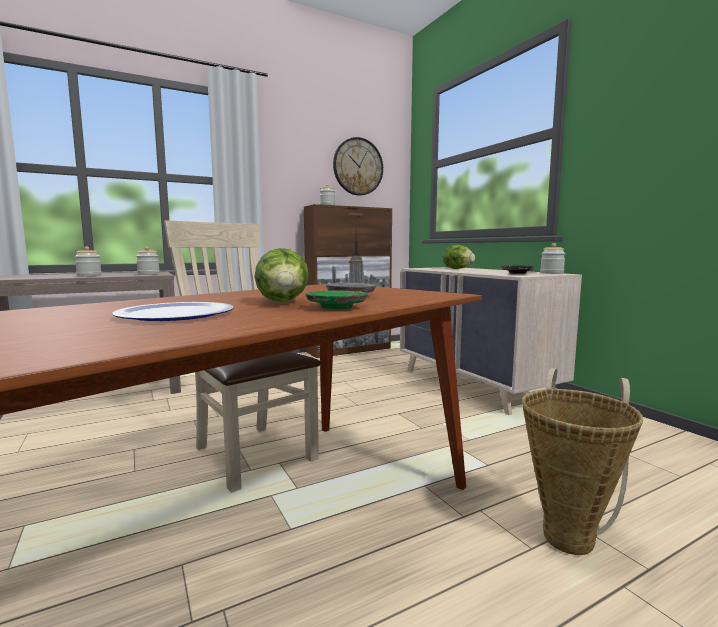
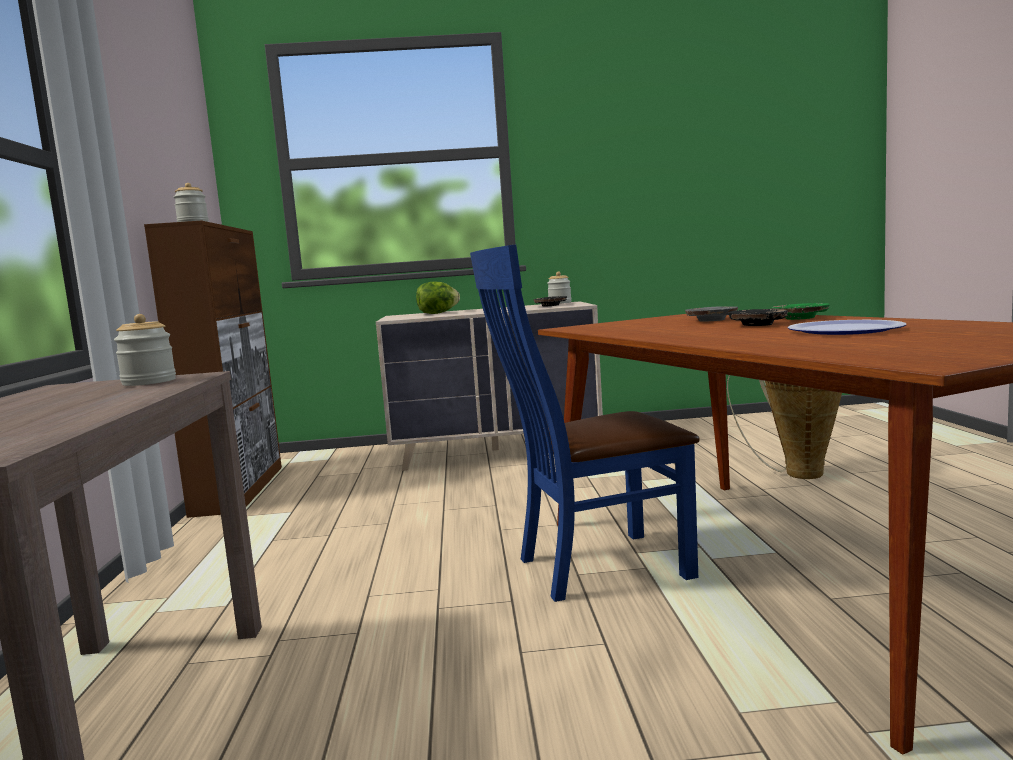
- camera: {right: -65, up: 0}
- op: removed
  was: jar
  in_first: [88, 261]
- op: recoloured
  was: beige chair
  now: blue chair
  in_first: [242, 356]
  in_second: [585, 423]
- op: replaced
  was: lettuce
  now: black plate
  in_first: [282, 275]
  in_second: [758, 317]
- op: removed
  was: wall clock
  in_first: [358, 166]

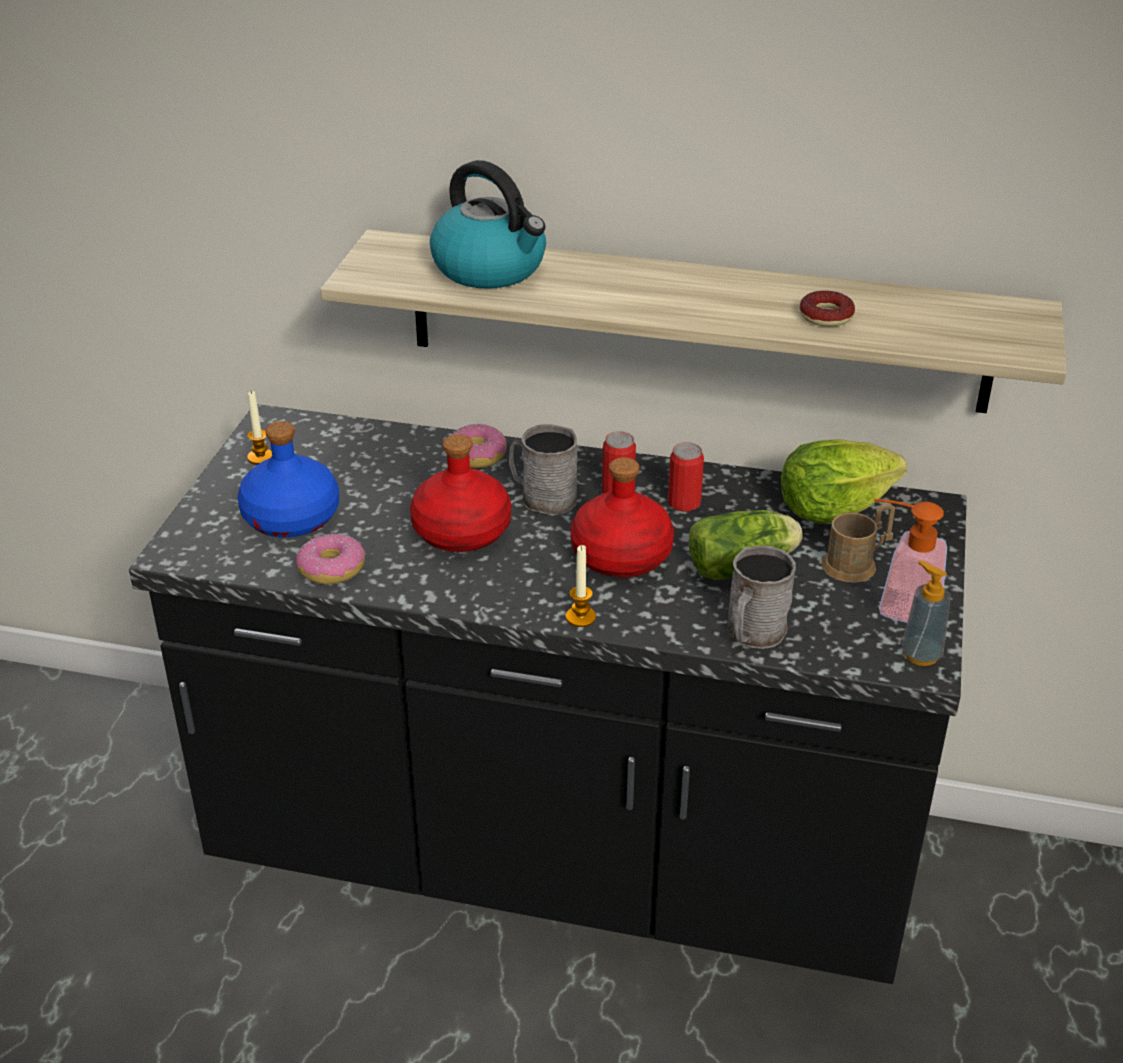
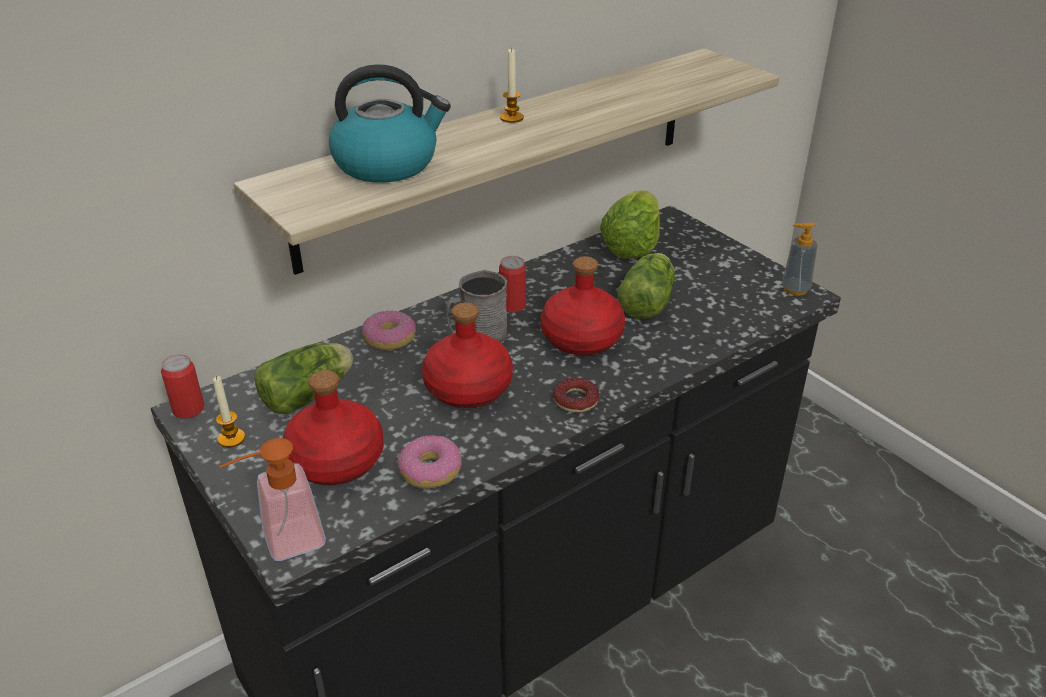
- camera: {right: -50, up: 0}
- op: recoloured
  was: blue bottle
  now: red bottle
  in_first: [288, 479]
  in_second: [333, 427]
- op: moved
  was: candle
  in_first: [581, 586]
  in_second: [512, 85]
- op: moved
  was: can
  in_first: [686, 476]
  in_second: [183, 386]
- op: removed
  was: grey mug
  in_first: [762, 597]
- op: moved
  was: donut
  in_first: [827, 308]
  in_second: [576, 395]
- op: removed
  was: brown mug
  in_first: [858, 543]
- op: moved
  was: soap dispenser
  in_first: [910, 561]
  in_second: [272, 499]
- op: added
  now: lettuce
  in_second: [303, 378]

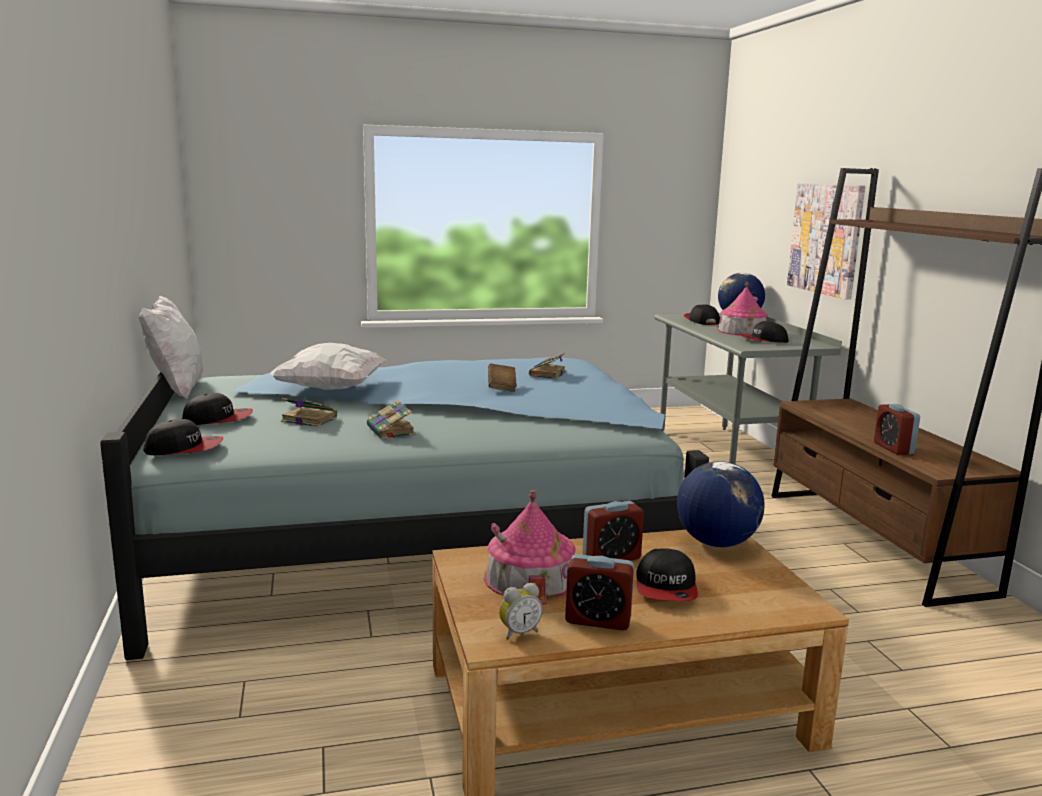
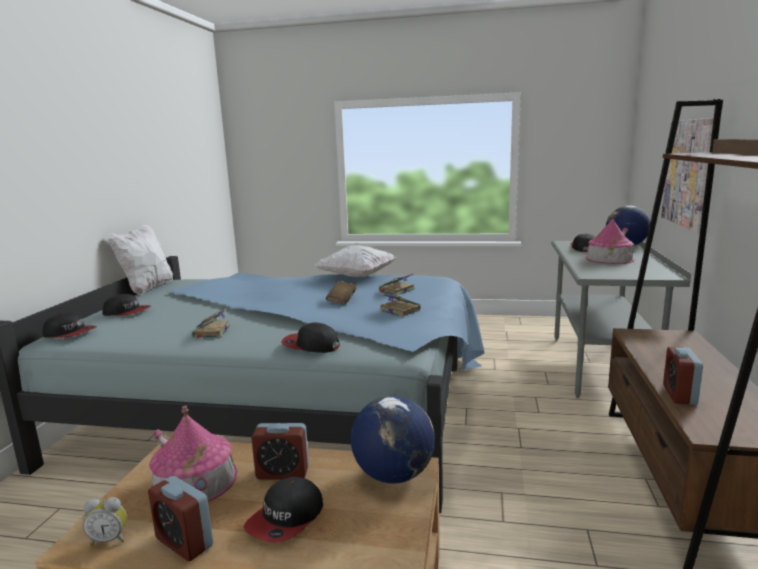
- camera: {right: 25, up: 0}
- op: moved
  was: white pillow
  in_first: [328, 366]
  in_second: [355, 261]
- op: moved
  was: book
  in_first: [309, 412]
  in_second: [400, 305]
- op: moved
  was: cap
  in_first: [764, 332]
  in_second: [310, 338]

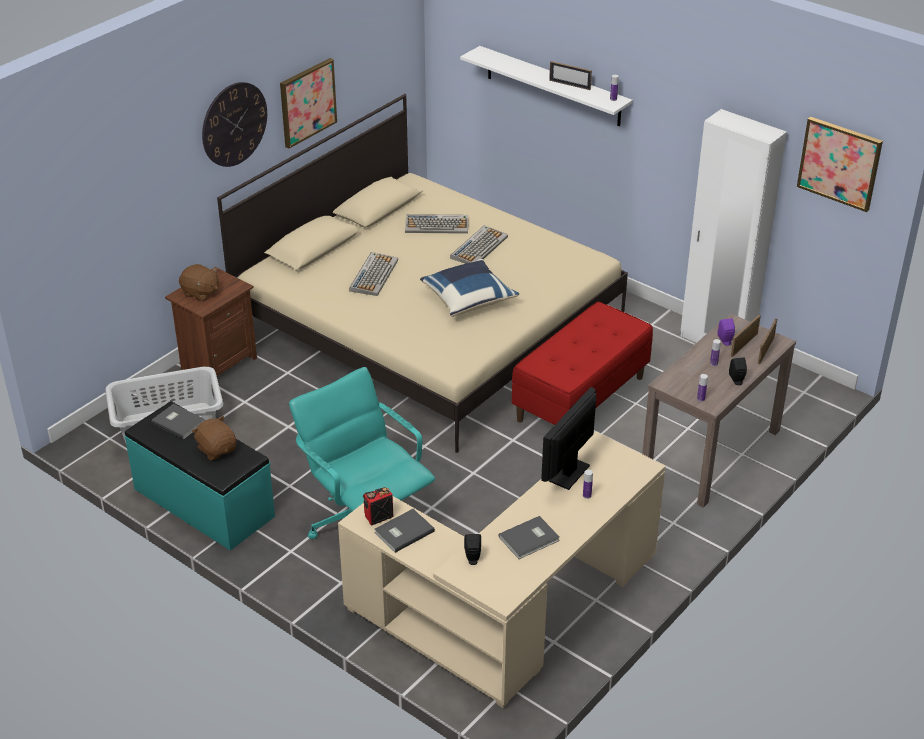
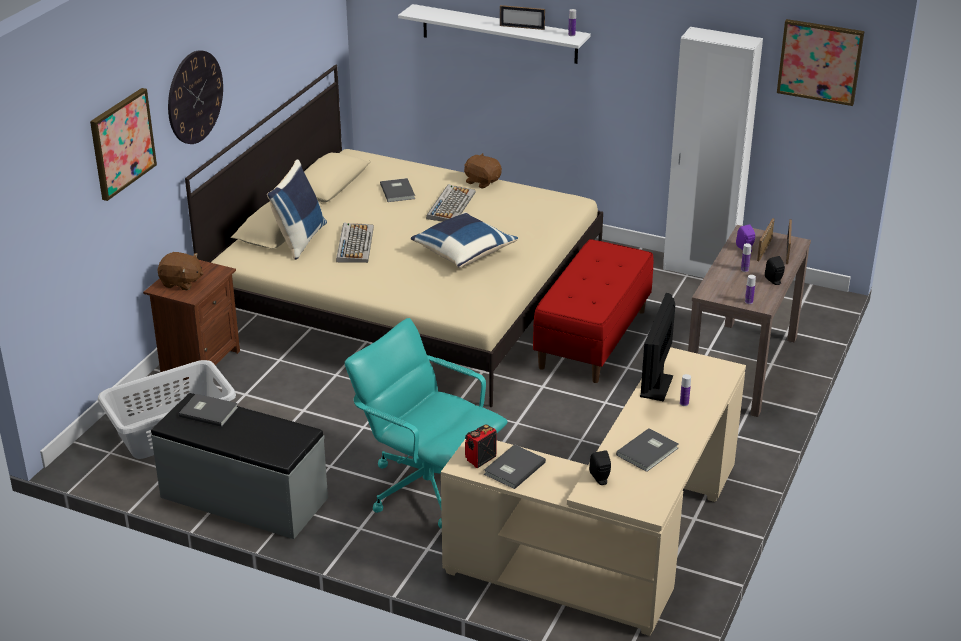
- camera: {right: -15, up: -5}
- op: recoloured
  was: turquoise bench
  now: grey bench
  in_first: [200, 476]
  in_second: [239, 466]
- op: moved
  was: brown plush toy
  in_first: [214, 438]
  in_second: [483, 171]
- op: moved
  was: picture
  in_first: [308, 103]
  in_second: [123, 144]
- op: replaced
  was: keyboard
  now: grey book
  in_first: [436, 224]
  in_second: [397, 190]
- op: added
  now: blue pillow
  in_second: [297, 209]

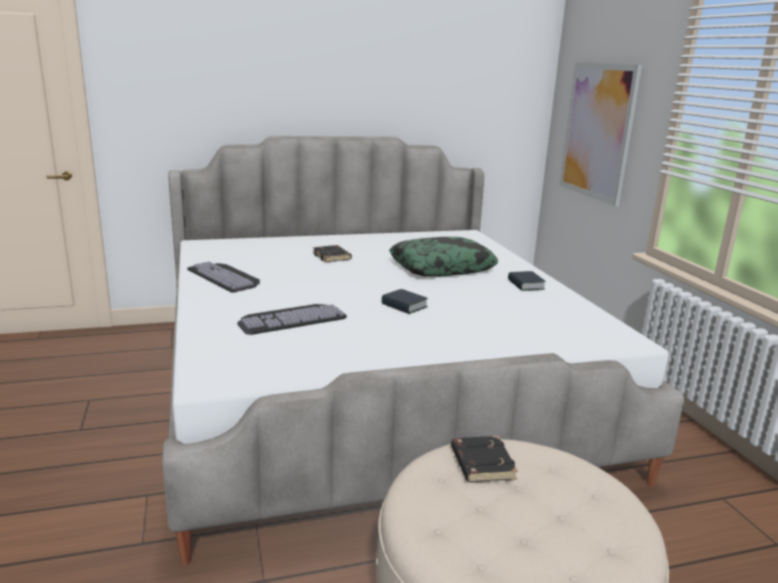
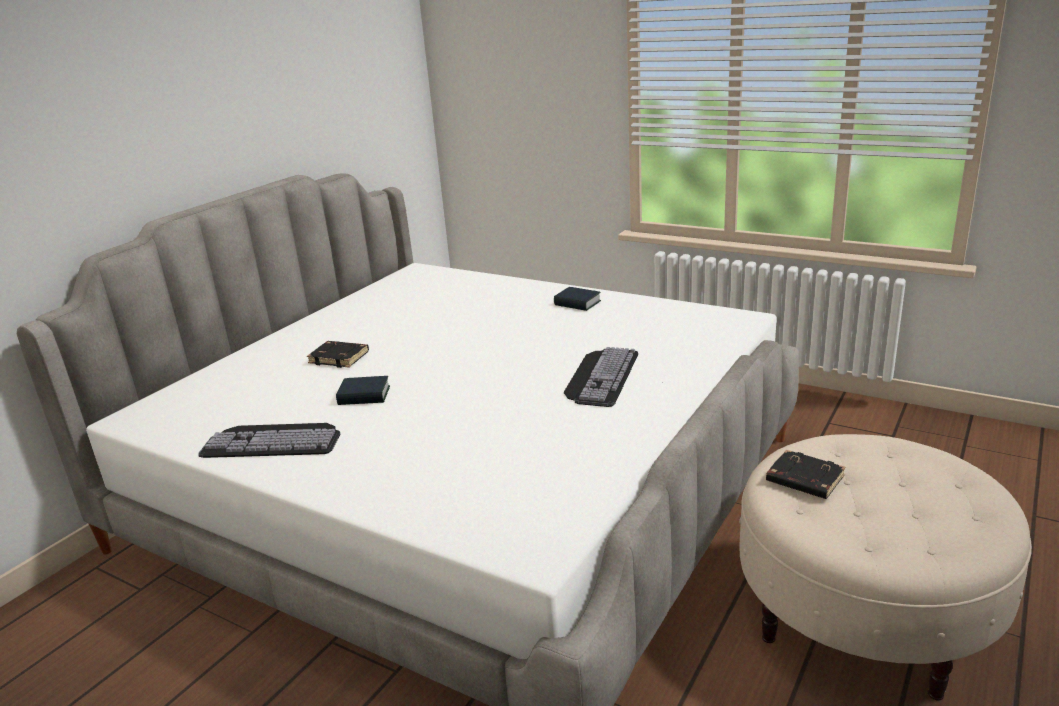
- camera: {right: -40, up: 5}
- op: moved
  was: keyboard
  in_first: [292, 319]
  in_second: [601, 377]
- op: moved
  was: book
  in_first: [405, 301]
  in_second: [363, 390]
- op: removed
  was: pillow
  in_first: [443, 257]
- op: removed
  was: picture
  in_first: [600, 134]

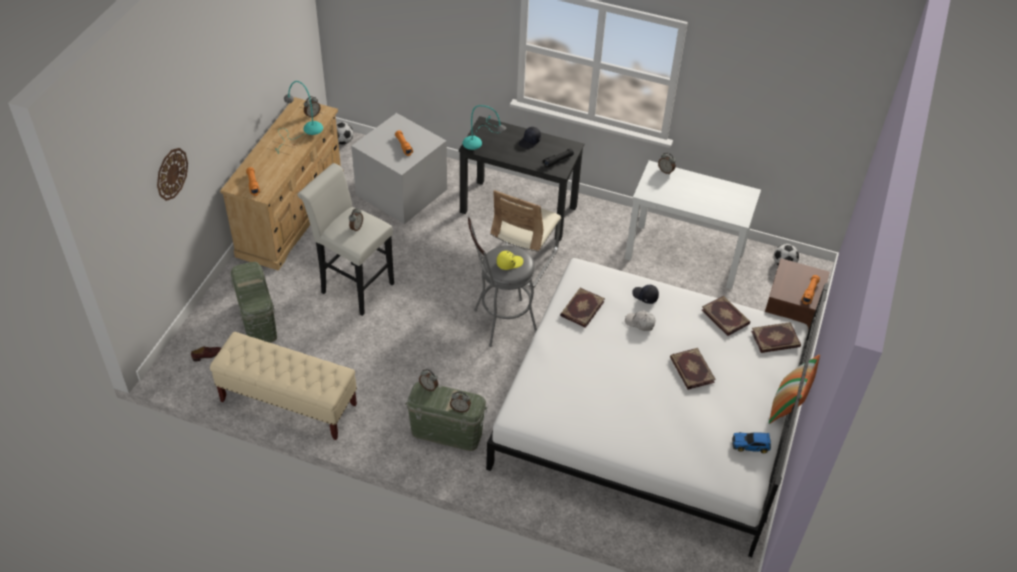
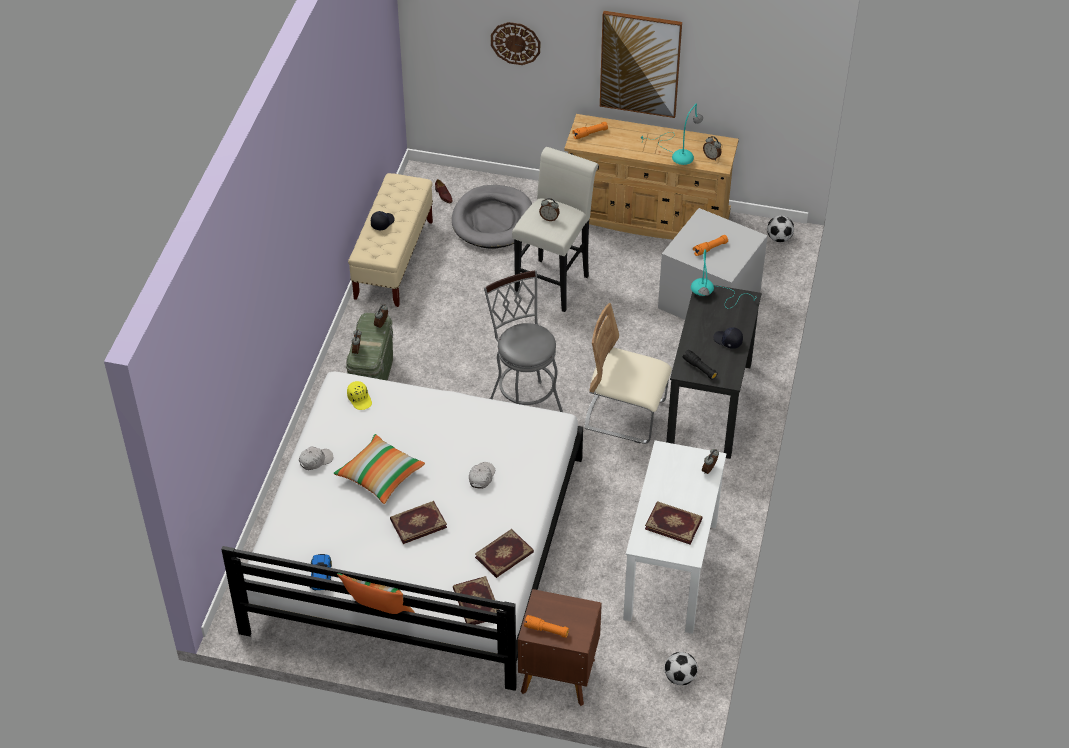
- camera: {right: 85, up: 0}
- op: replaced
  was: green storage box
  now: grey dog bed
  in_first: [254, 302]
  in_second: [492, 217]
- op: moved
  was: yellow cap
  in_first: [510, 260]
  in_second: [359, 395]
- op: moved
  was: book
  in_first: [582, 308]
  in_second: [674, 523]
- op: moved
  was: black cap
  in_first: [645, 294]
  in_second: [383, 221]
- op: added
  now: white cap
  in_second: [316, 458]
- op: added
  now: pillow
  in_second: [379, 469]
- op: added
  now: picture
  in_second: [641, 64]

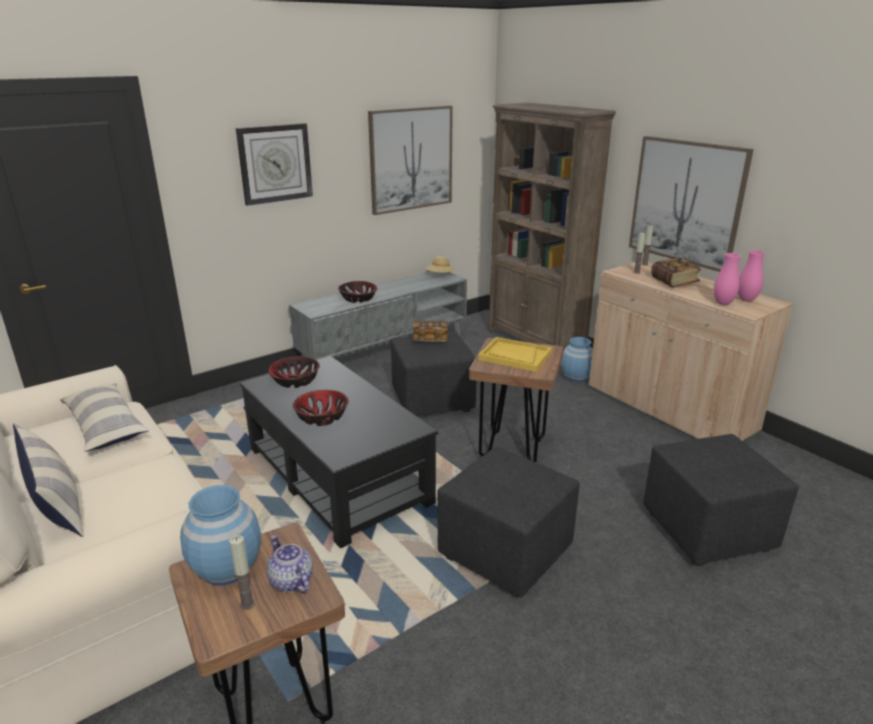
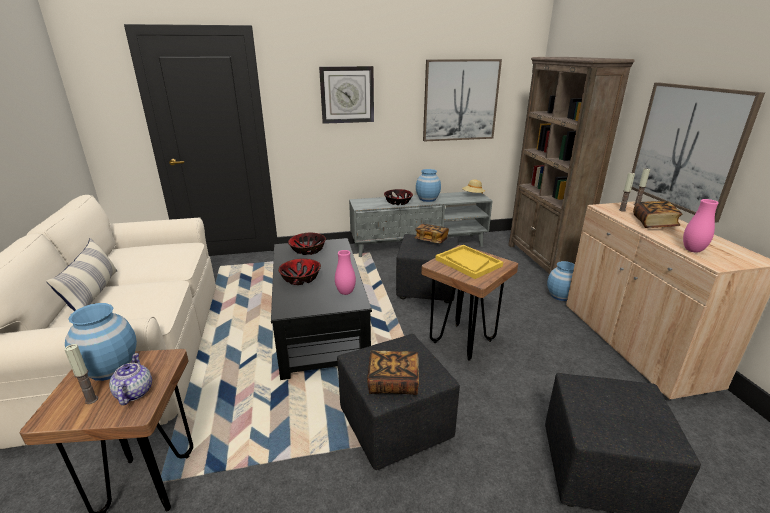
- camera: {right: 25, up: 0}
- op: removed
  was: pillow
  in_first: [104, 417]
- op: moved
  was: pink vase
  in_first: [751, 276]
  in_second: [345, 272]
- op: added
  now: book
  in_second: [393, 373]
- op: added
  now: blue vase
  in_second: [428, 185]

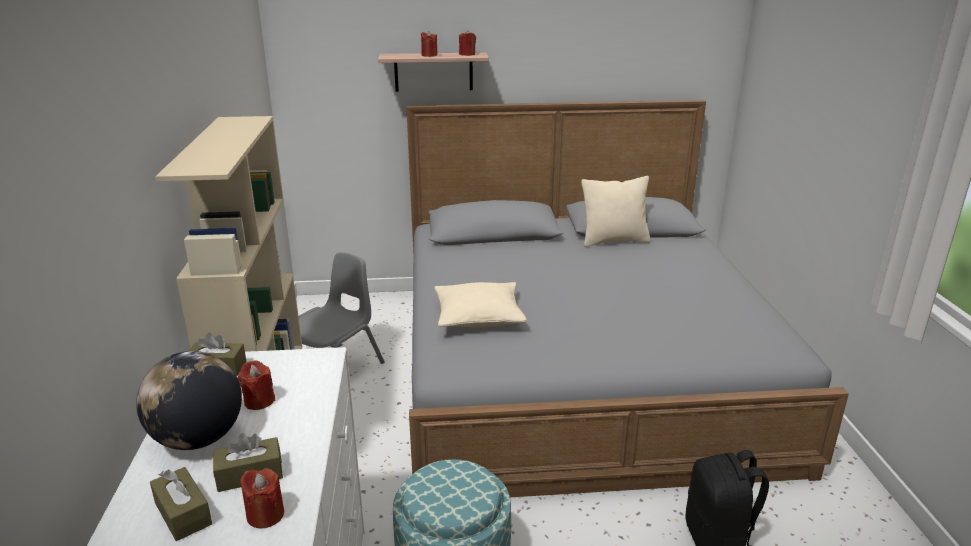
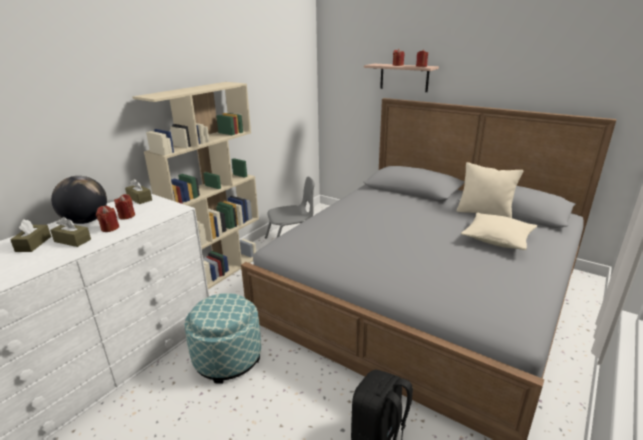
- camera: {right: 40, up: 0}
- op: moved
  was: red candle
  in_first: [262, 498]
  in_second: [107, 219]
- op: moved
  was: beige pillow
  in_first: [480, 304]
  in_second: [499, 231]

